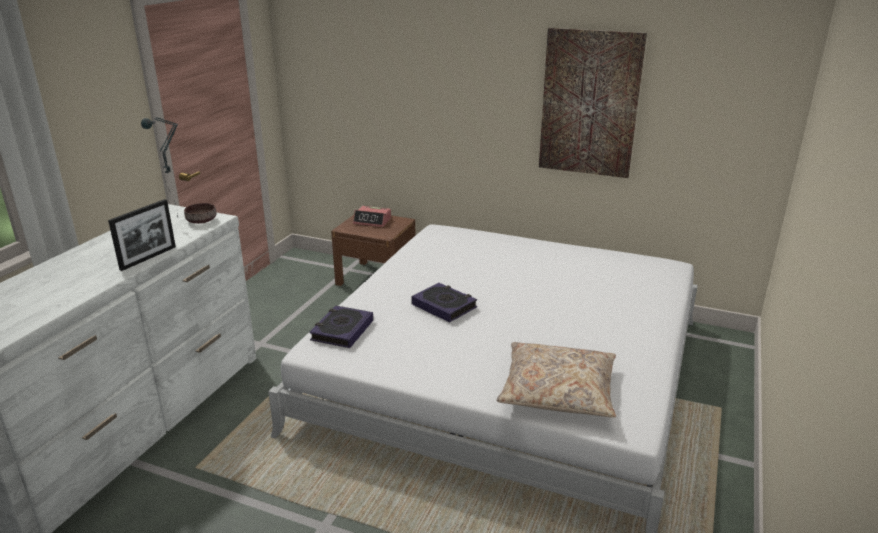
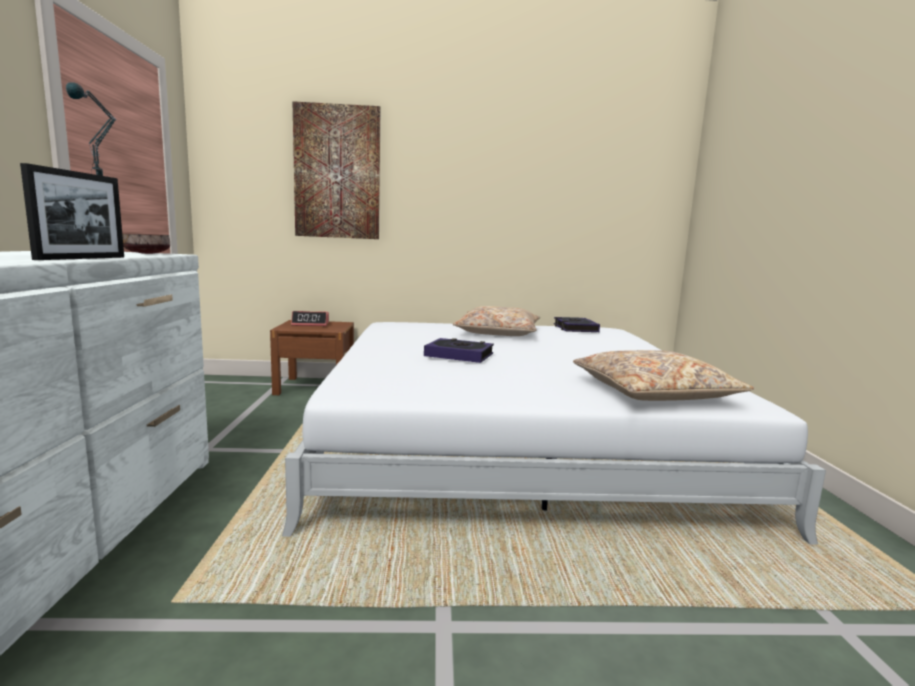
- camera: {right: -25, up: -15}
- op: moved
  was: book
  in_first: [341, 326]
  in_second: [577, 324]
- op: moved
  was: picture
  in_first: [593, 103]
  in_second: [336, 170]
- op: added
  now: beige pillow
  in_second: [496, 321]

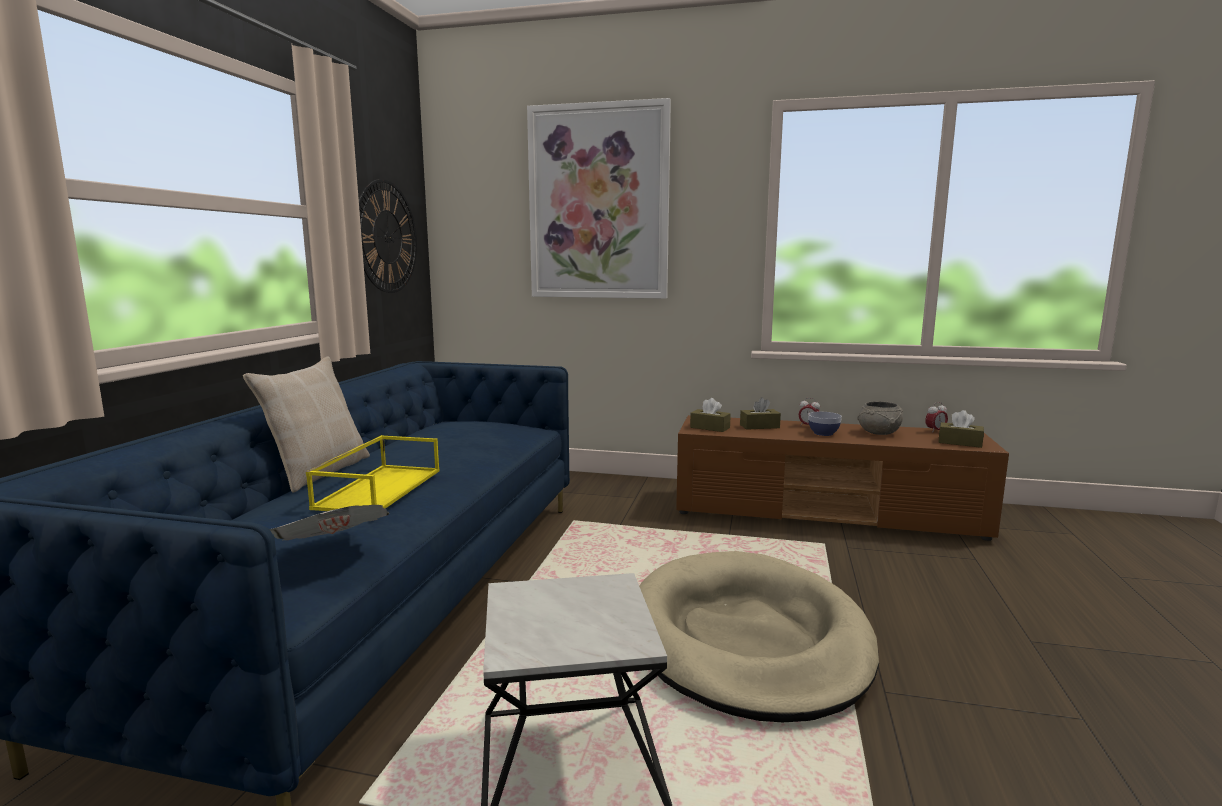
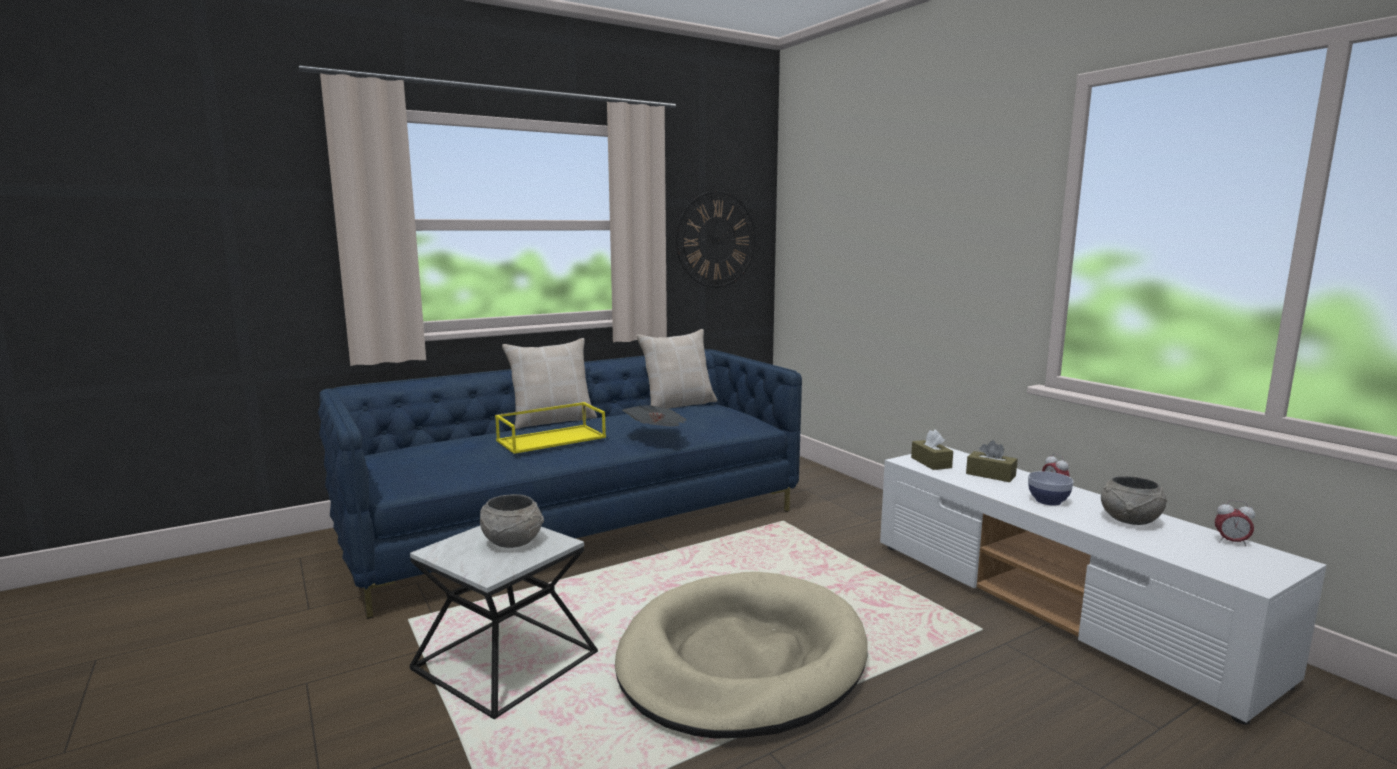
- camera: {right: 45, up: 0}
- op: moved
  was: newspaper
  in_first: [330, 522]
  in_second: [654, 415]
- op: removed
  was: picture
  in_first: [599, 198]
- op: recoloured
  was: brown tv stand
  now: white tv stand
  in_first: [842, 478]
  in_second: [1103, 585]
- op: removed
  was: brown tissue box
  in_first: [961, 429]
- op: added
  now: grey bowl
  in_second: [512, 521]
- op: added
  now: beige pillow
  in_second: [677, 369]

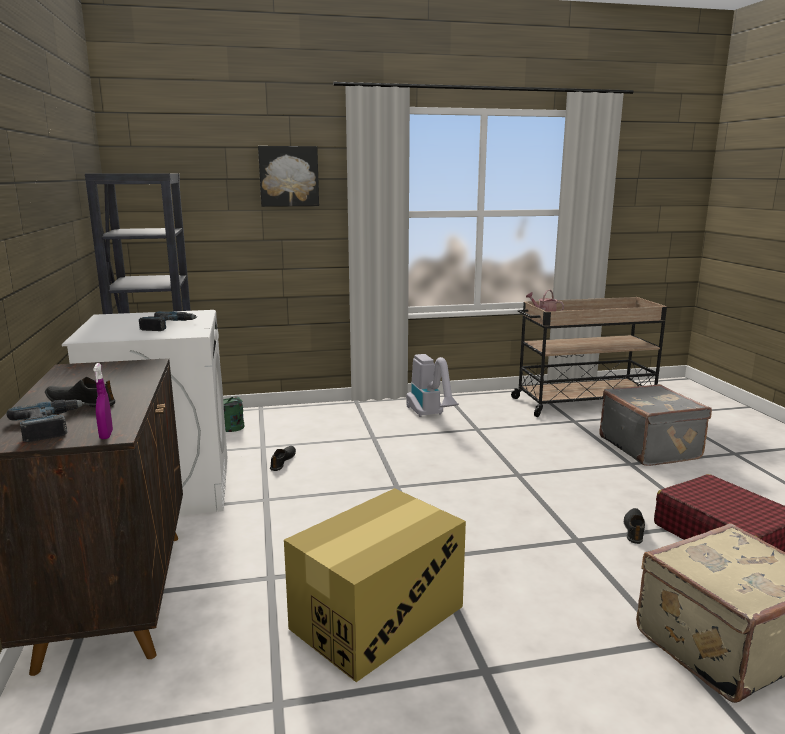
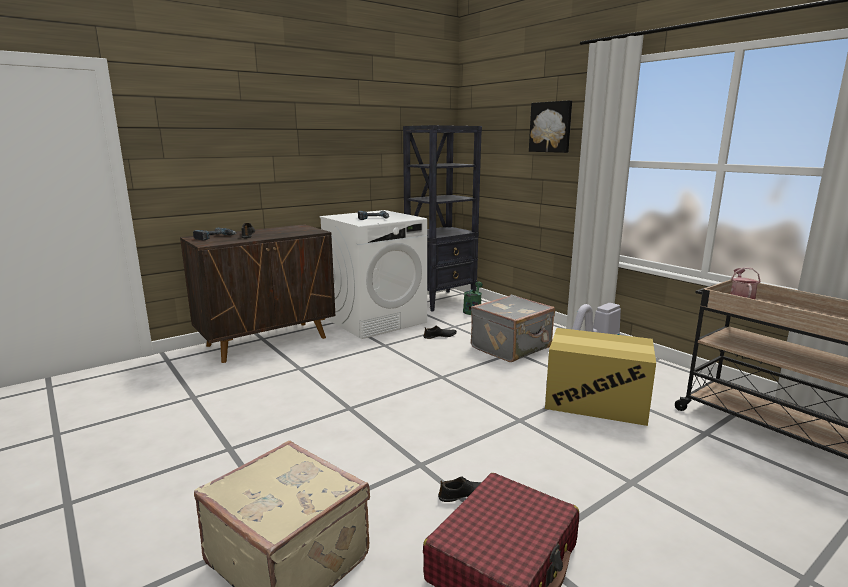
- camera: {right: 65, up: 0}
- op: removed
  was: purple spray bottle
  in_first: [103, 401]
- op: moved
  was: cardboard box
  in_first: [375, 585]
  in_second: [600, 377]
- op: moved
  was: grey suitcase
  in_first: [655, 425]
  in_second: [513, 328]

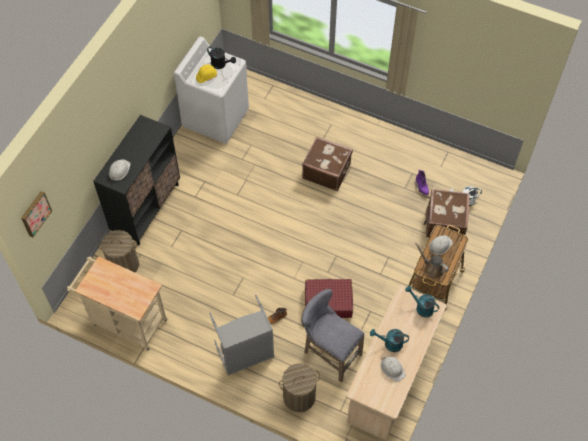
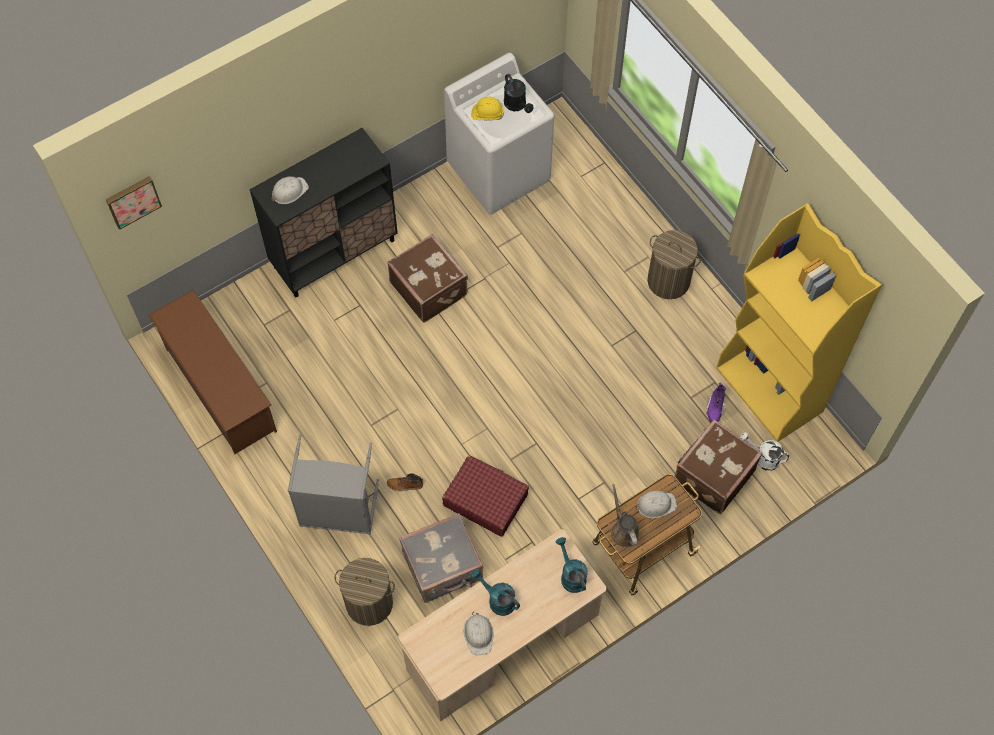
- camera: {right: 30, up: 5}
- op: replaced
  was: beige cart
  now: brown shoe rack
  in_first: [117, 303]
  in_second: [213, 372]
- op: moved
  was: laundry basket
  in_first: [118, 251]
  in_second: [674, 264]
- op: replaced
  was: grey stool
  now: grey suitcase
  in_first: [333, 335]
  in_second: [441, 558]
- op: moved
  was: brown suitcase
  in_first: [327, 164]
  in_second: [427, 278]
- op: added
  now: yellow bookcase
  in_second: [799, 322]

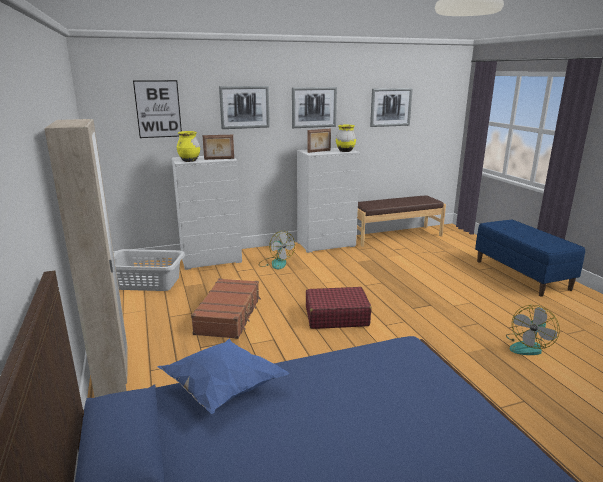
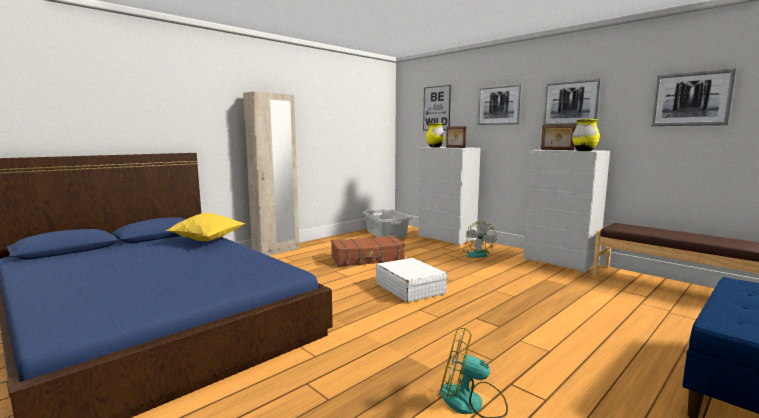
- camera: {right: 65, up: -10}
- op: recoloured
  was: blue pillow
  now: yellow pillow
  in_first: [223, 376]
  in_second: [206, 227]
- op: recoloured
  was: red suitcase
  now: white suitcase
  in_first: [339, 308]
  in_second: [412, 280]

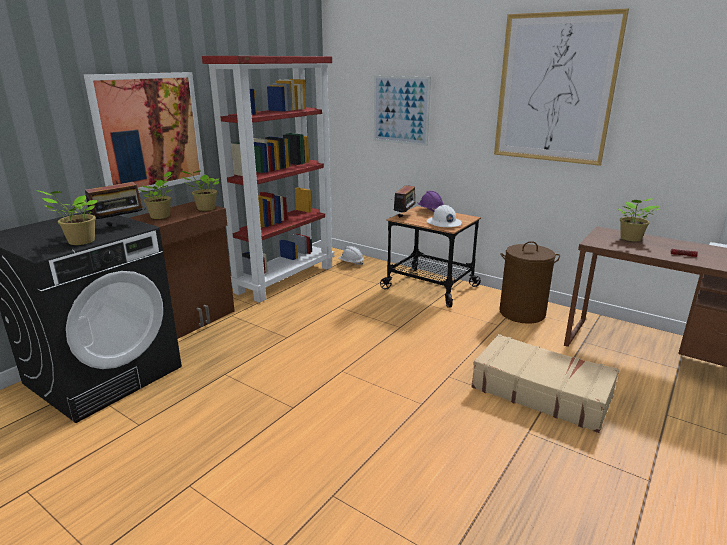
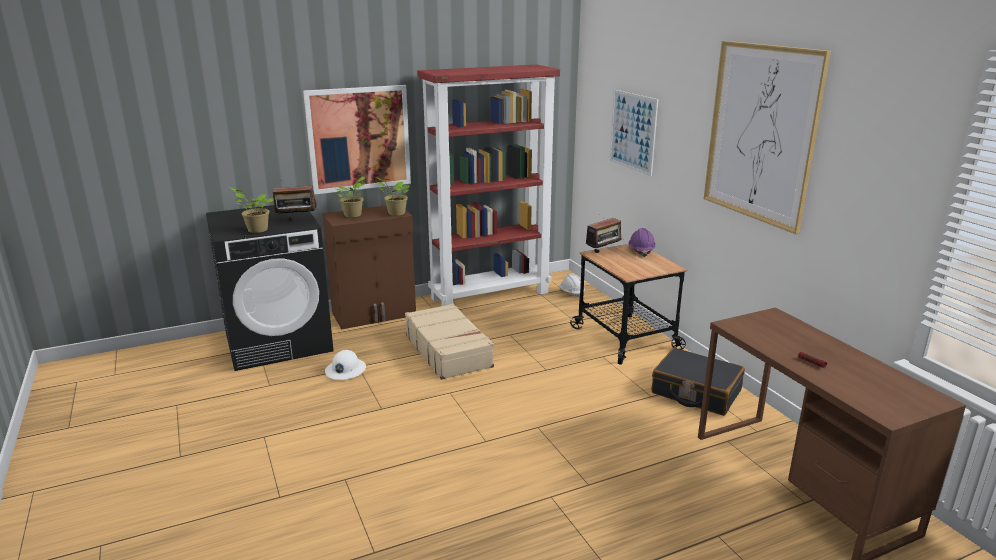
- camera: {right: 30, up: 0}
- op: moved
  was: white hard hat
  in_first: [444, 216]
  in_second: [345, 365]
- op: moved
  was: beige suitcase
  in_first: [545, 383]
  in_second: [449, 341]
- op: replaced
  was: brown laundry basket
  now: black suitcase
  in_first: [530, 282]
  in_second: [698, 382]
- op: removed
  was: potted plant
  in_first: [639, 219]

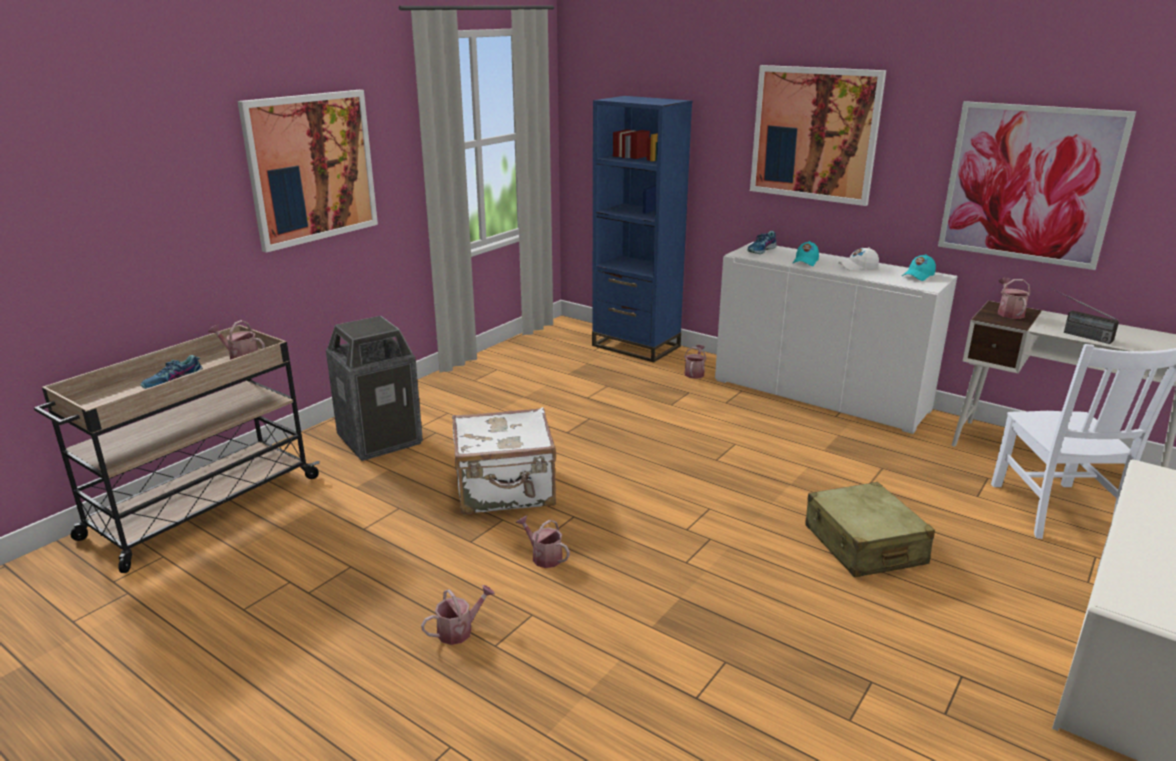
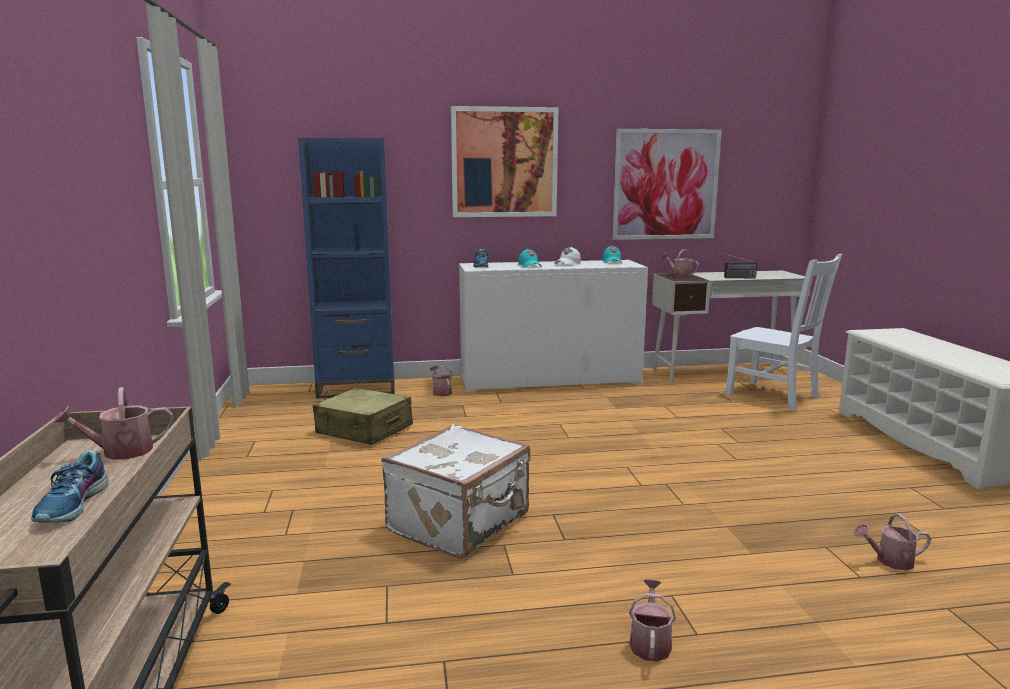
- camera: {right: -45, up: -10}
- op: removed
  was: picture
  in_first: [308, 171]
- op: removed
  was: trash can
  in_first: [374, 388]
- op: moved
  was: watering can
  in_first: [543, 541]
  in_second: [892, 542]
- op: moved
  was: beige suitcase
  in_first: [870, 529]
  in_second: [363, 416]

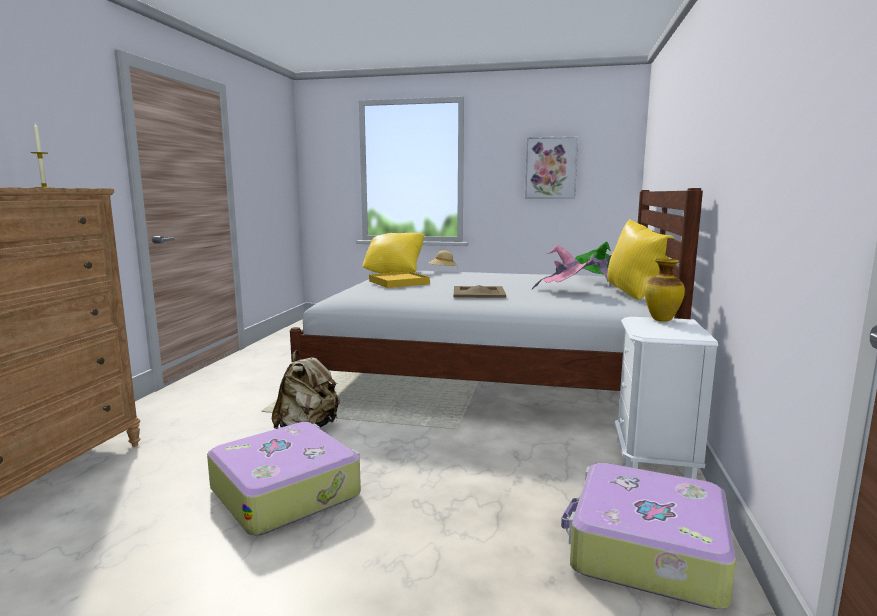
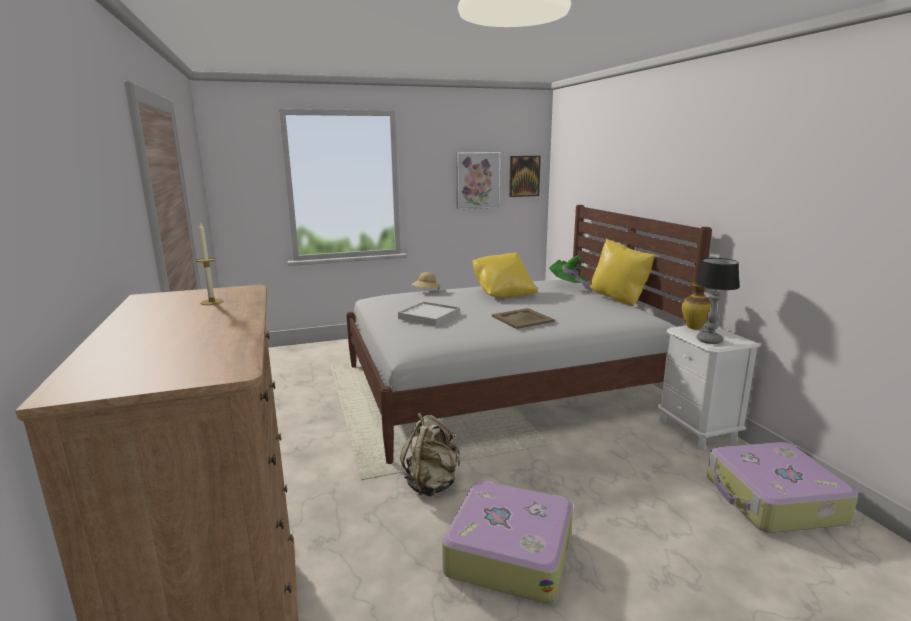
- camera: {right: -30, up: 5}
- op: moved
  was: yellow pillow
  in_first: [394, 253]
  in_second: [505, 275]
- op: recoloured
  was: yellow tray
  now: white tray
  in_first: [399, 279]
  in_second: [429, 314]
- op: removed
  was: pink hat
  in_first: [563, 266]
- op: added
  now: picture
  in_second: [525, 176]
- op: added
  now: table lamp
  in_second: [717, 301]

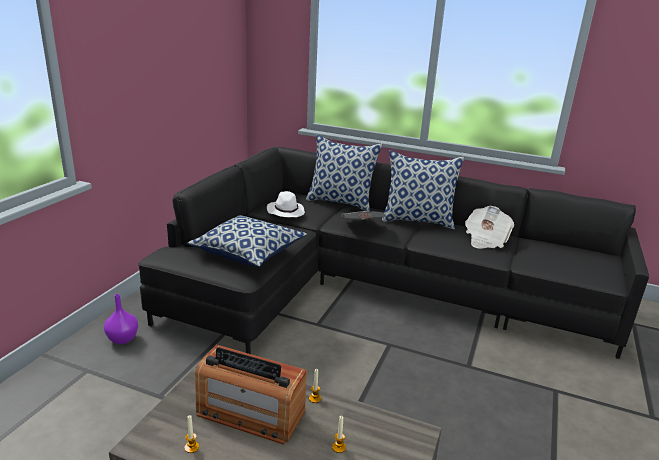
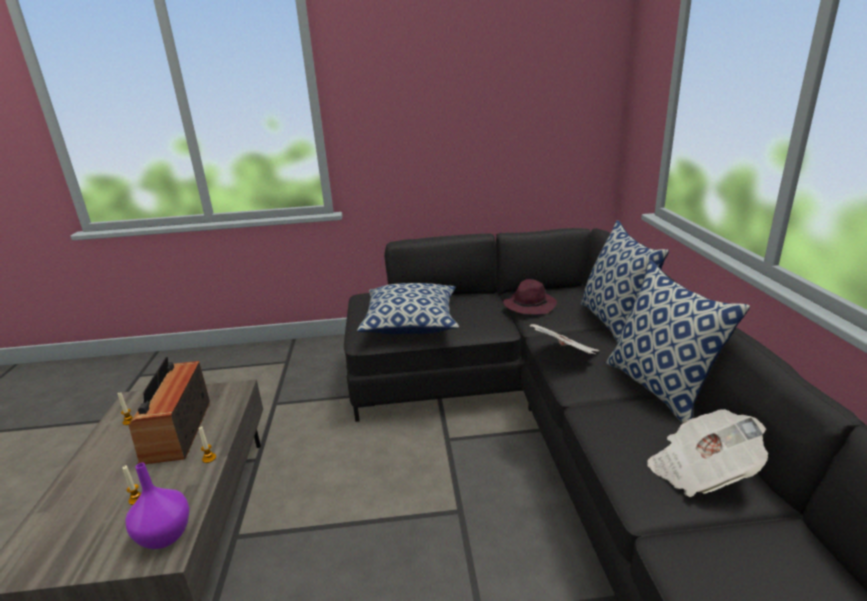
- camera: {right: 65, up: 0}
- op: moved
  was: purple vase
  in_first: [121, 319]
  in_second: [157, 506]
- op: recoloured
  was: white hat
  now: purple hat
  in_first: [286, 204]
  in_second: [530, 296]

